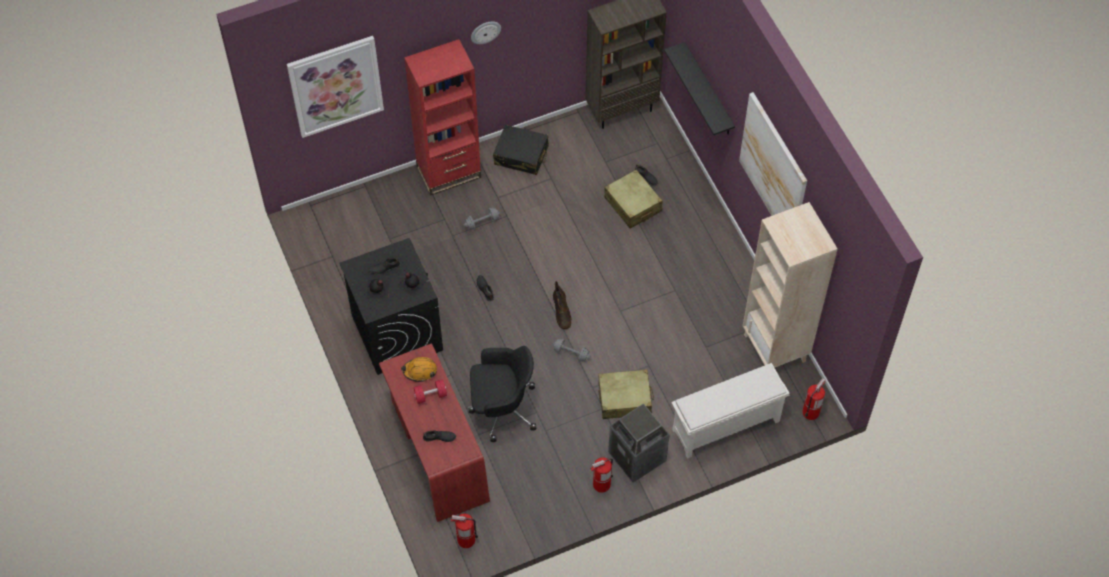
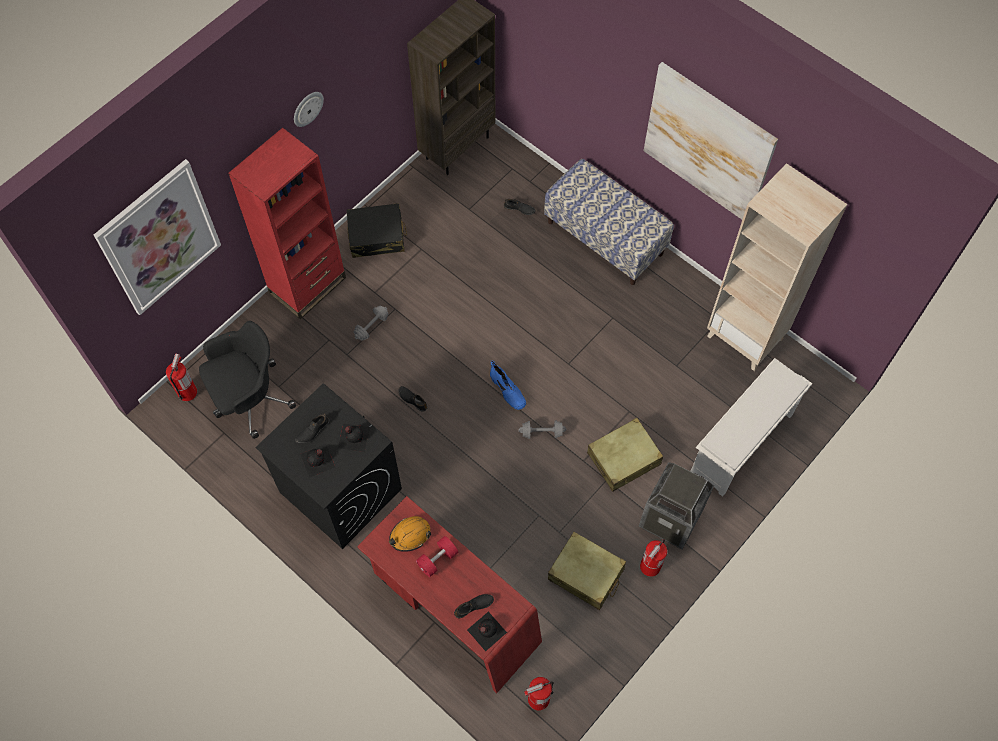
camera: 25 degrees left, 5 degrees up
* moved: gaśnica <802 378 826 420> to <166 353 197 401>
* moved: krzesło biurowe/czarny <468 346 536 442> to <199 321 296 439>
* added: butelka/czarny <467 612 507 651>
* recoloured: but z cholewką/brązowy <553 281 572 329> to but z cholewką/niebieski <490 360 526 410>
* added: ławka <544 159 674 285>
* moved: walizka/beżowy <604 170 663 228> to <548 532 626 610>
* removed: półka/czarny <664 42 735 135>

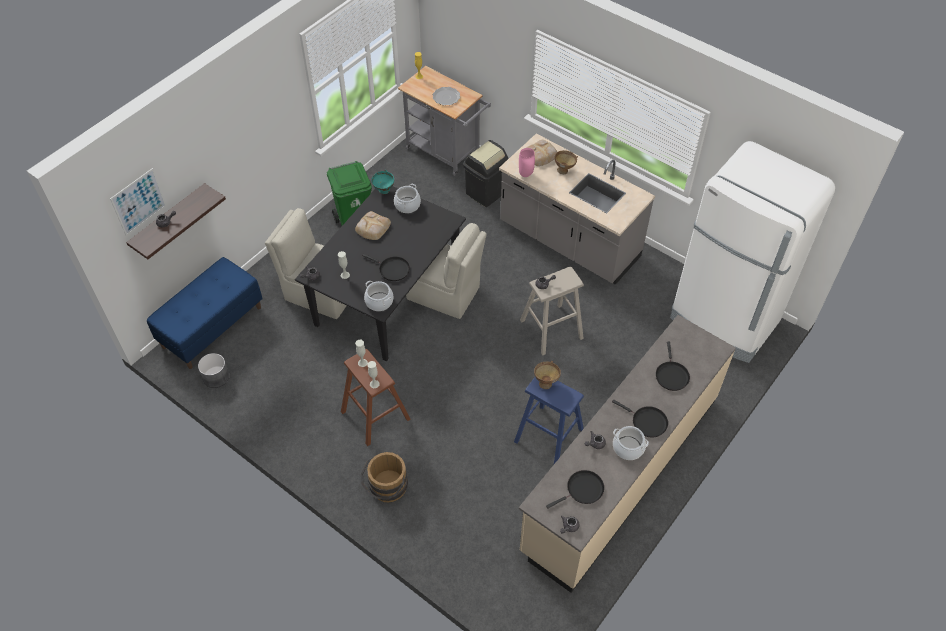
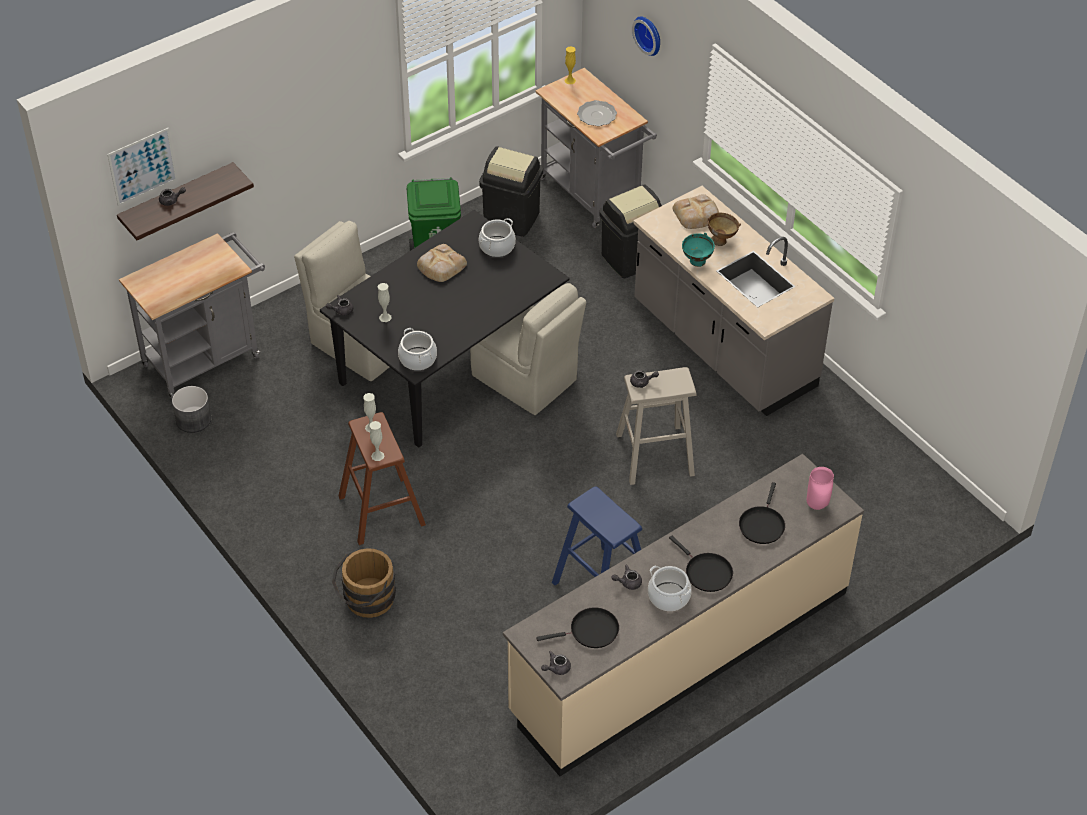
camera: 15 degrees right, 5 degrees down
* replaced: ławka/niebieski <147 257 263 369> to wózek/szary <119 232 265 399>
* added: kosz na śmieci/czarny <479 146 543 237>
* added: zegar ścienny <632 16 660 56>
* moved: miska/turkusowy <371 170 394 194> to <682 233 715 267>
* moved: wazon/różowy <519 148 535 177> to <807 467 834 510>
* removed: patelnia/czarny <362 254 410 281>
* removed: miska/brązowy <534 361 561 389>
* removed: lodówka/biały <670 141 835 363>

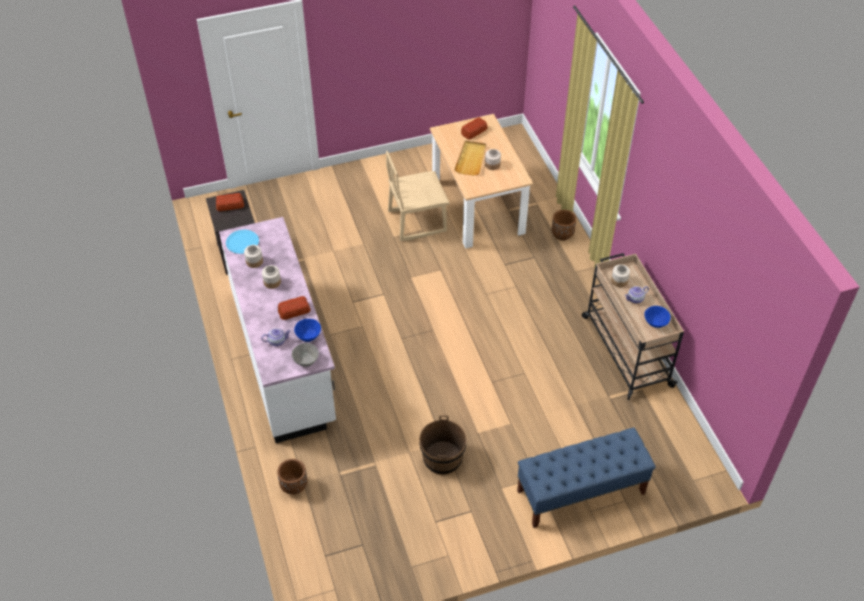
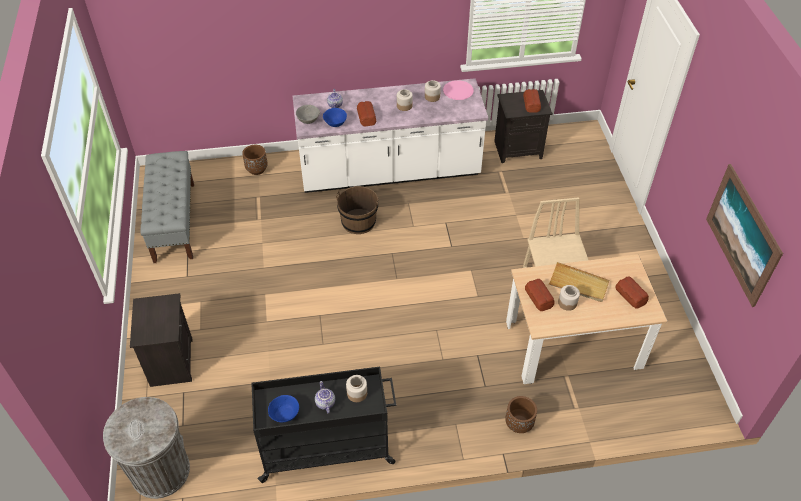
camera: 100 degrees right, 0 degrees up
* added: kosz na śmieci/szary <103 397 190 499>
* replaced: ławka/niebieski <517 427 656 528> to szafka nocna/czarny <130 293 193 387>
* added: ławka/szary <140 151 194 263>
* recoloured: wózek/beżowy <581 253 684 400> to wózek/czarny <251 367 396 483>
* moved: wiadro/brązowy <419 415 467 475> to <336 186 379 234>
* recoloured: talerz/niebieski <226 230 259 254> to talerz/różowy <443 80 474 100>
* added: chleb <525 279 555 311>
* added: obraz <706 164 783 307>

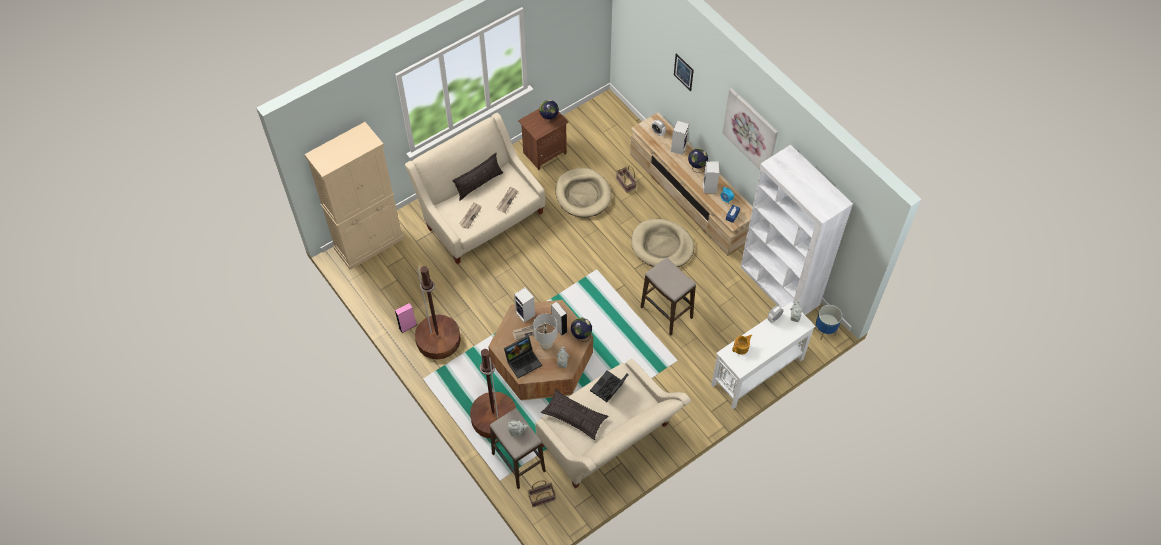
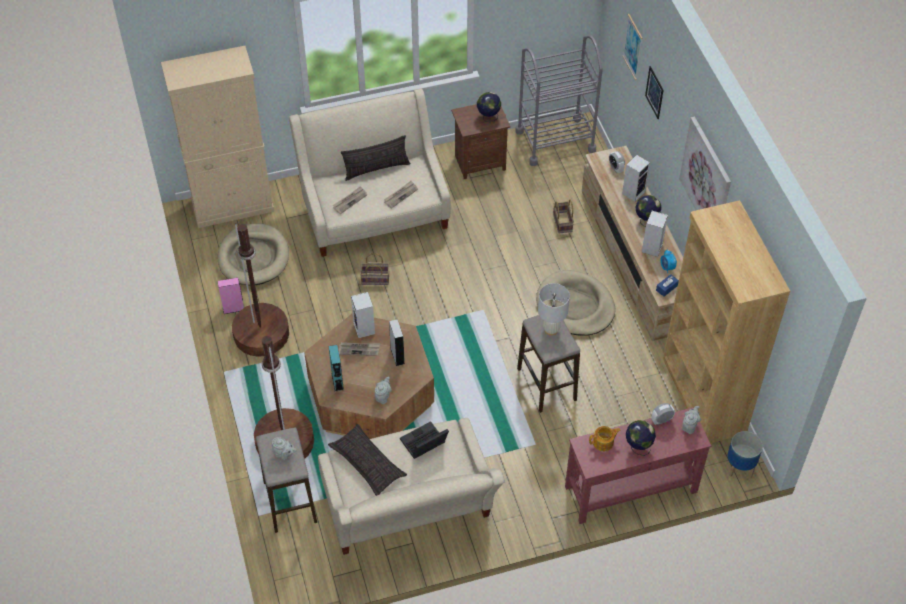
camera: 20 degrees right, 5 degrees down
* moved: legowisko/beżowy <555 168 612 217> to <218 223 289 285>
* replaced: laptop <504 336 542 378> to głośnik/turkusowy <328 345 344 391>
* moved: koszyk <528 480 556 507> to <360 253 389 285>
* added: wózek/szary <516 35 603 166>
* moved: lampa stołowa/biały <533 314 558 351> to <538 283 570 336>
* recoloured: stolik konsolowy/biały <711 302 815 409> to stolik konsolowy/czerwony <565 407 711 524>
* added: obraz <622 14 642 80>
* moved: globus <571 317 592 342> to <626 420 656 456>
* recoloured: regał/biały <740 145 853 315> to regał/brązowy <663 200 790 443>

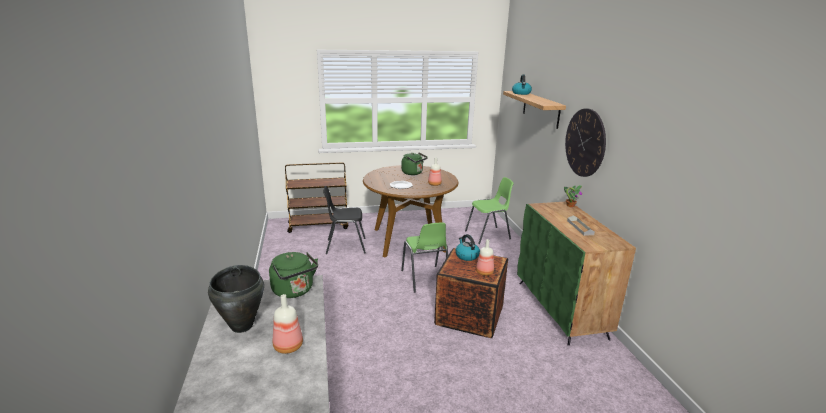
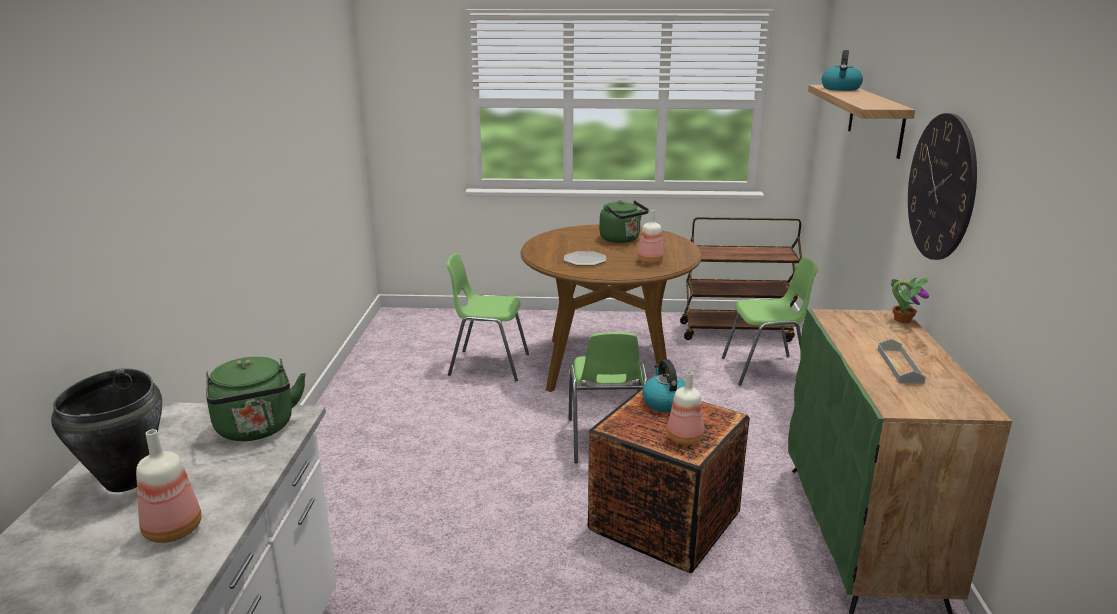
camera: 15 degrees right, 0 degrees up
* recoloured: krzesło/czarny <323 186 366 254> to krzesło/zielony <446 253 529 381>
* moved: wózek/brązowy <285 162 348 233> to <680 217 802 342>

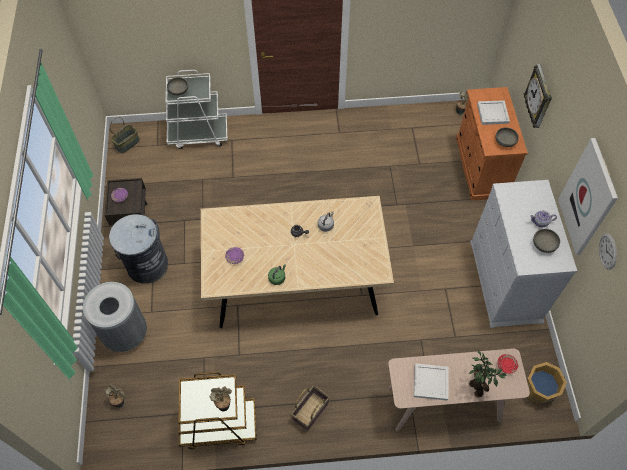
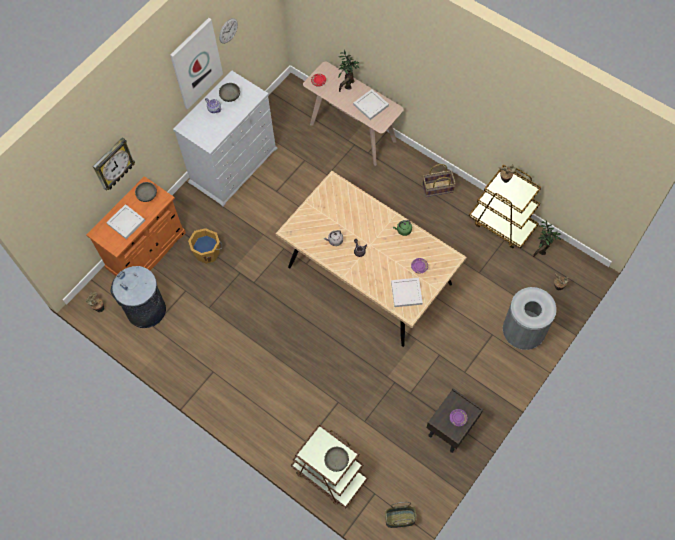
camera: 135 degrees left, 5 degrees up
* moved: kosz na śmieci/szary <109 214 168 284> to <110 266 166 328>
* moved: wiadro/pomarańczowy <527 362 567 404> to <188 228 222 264>
* recoloured: wózek/biały <166 70 228 149> to wózek/brązowy <291 424 368 508>
* added: taca/biały <391 278 423 307>
* added: roślina doniczkowa <533 219 561 257>

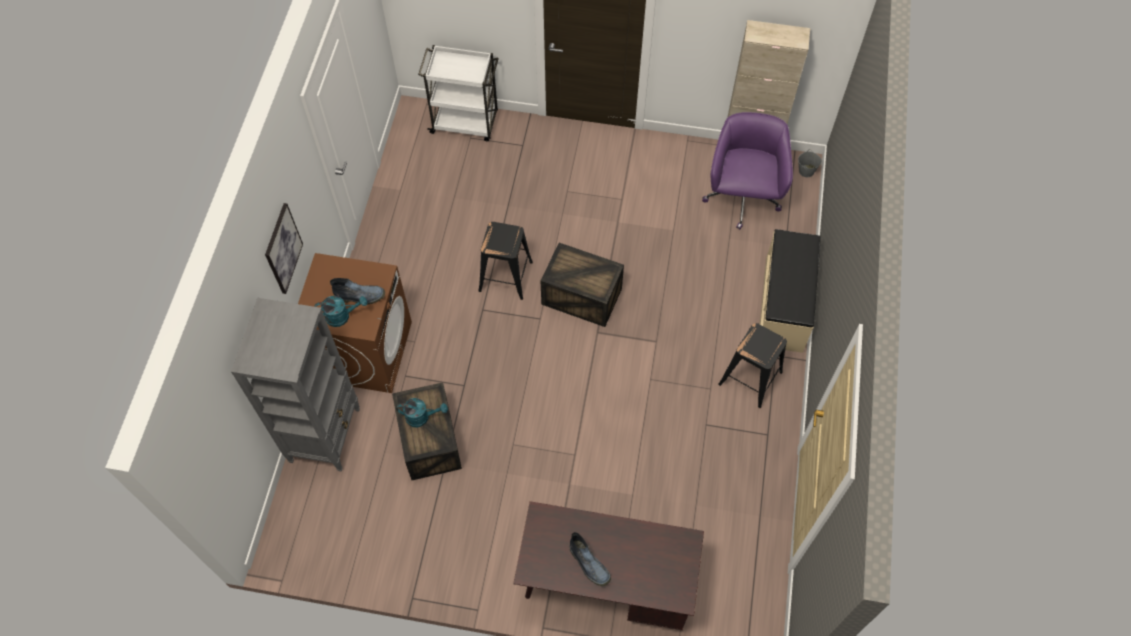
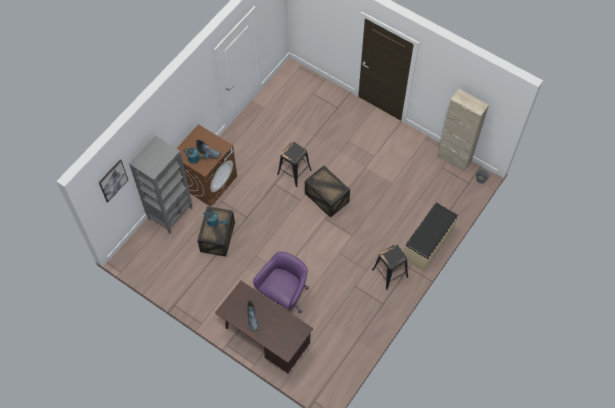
camera: 25 degrees right, 0 degrees up
* moved: obraz <265 203 303 294> to <99 160 128 202>
* moved: krzesło biurowe/fioletowy <702 112 793 230> to <253 252 309 313>
* removed: wózek/biały <418 45 499 141>

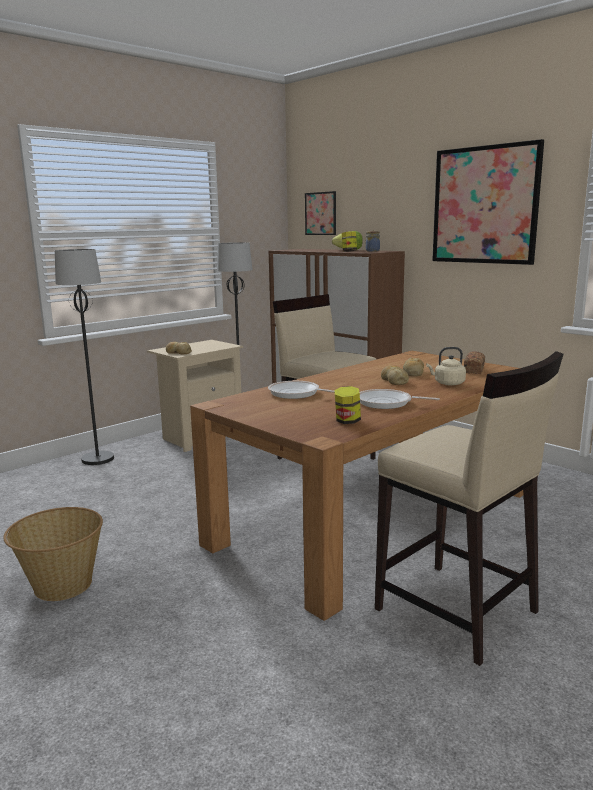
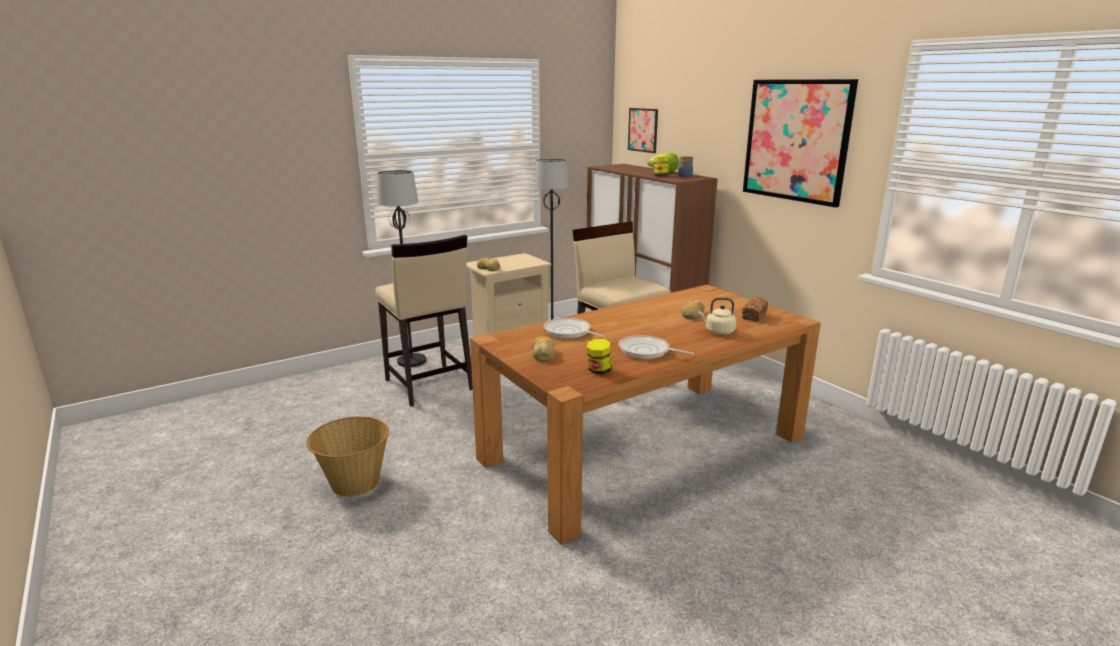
camera: 10 degrees right, 5 degrees up
* moved: stołek/beżowy <375 351 564 666> to <375 235 473 407>
* moved: chleb <381 366 409 385> to <532 336 555 361>

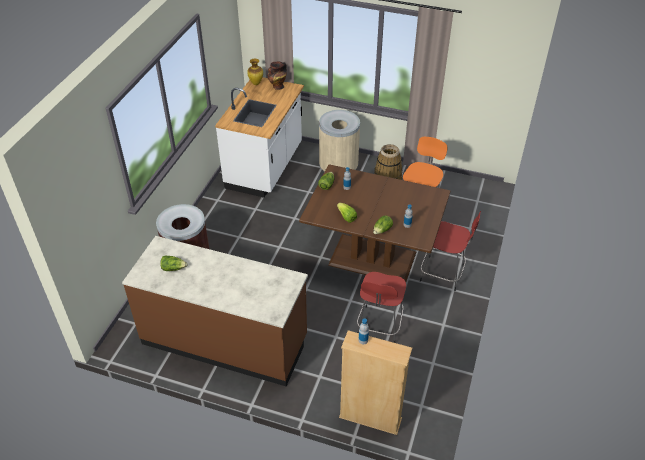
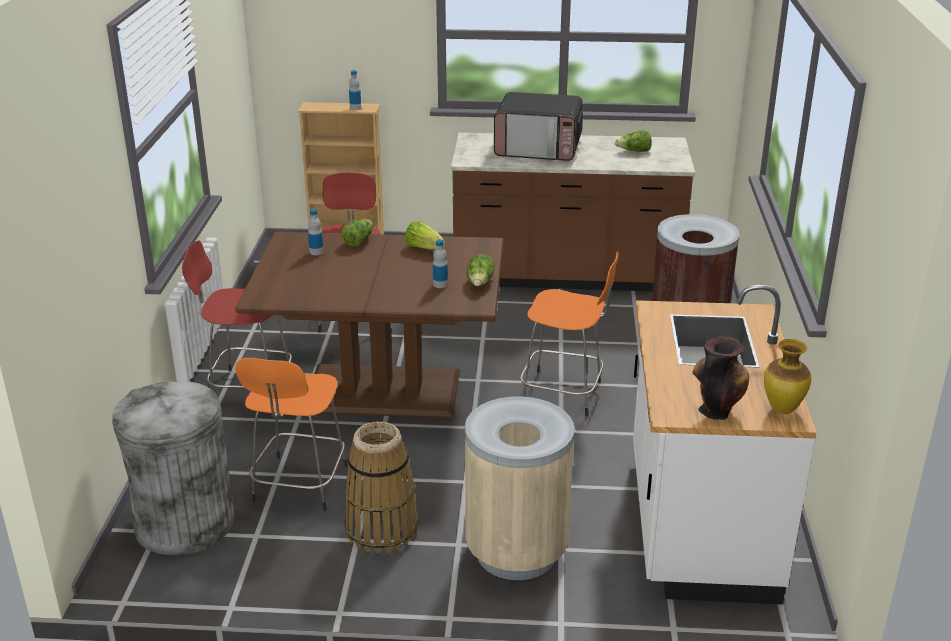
camera: 165 degrees right, 15 degrees down
* added: kosz na śmieci/szary <112 381 235 555>
* added: mikrofalówka <494 92 583 161>
* added: stołek/pomarańczowy <520 252 619 416>

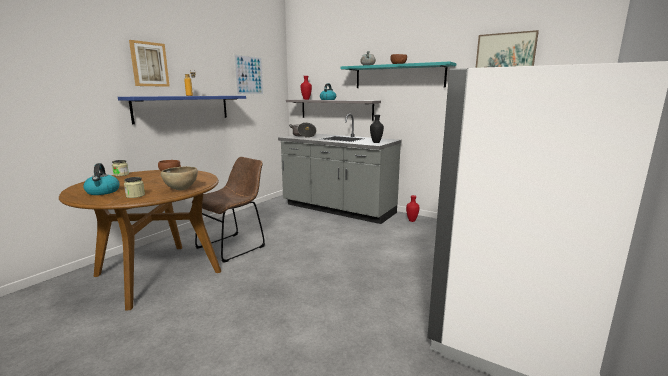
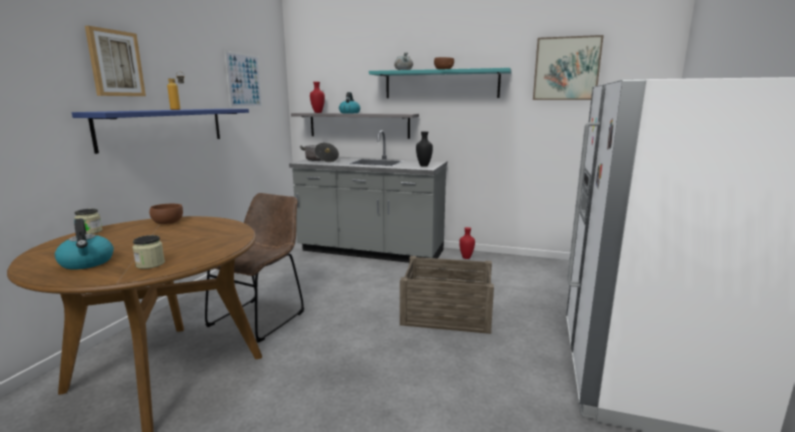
camera: 15 degrees left, 0 degrees up
* added: skrzynka <400 256 494 334>
* removed: miska/brązowy <161 166 198 190>

